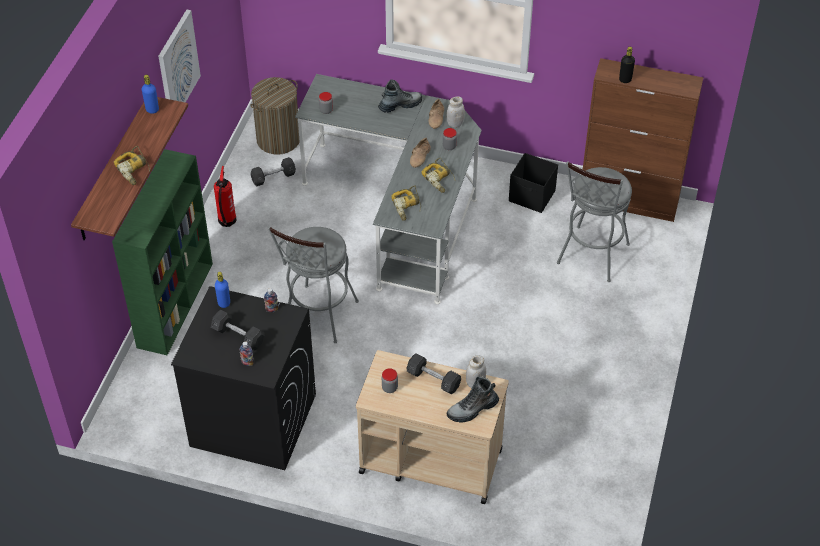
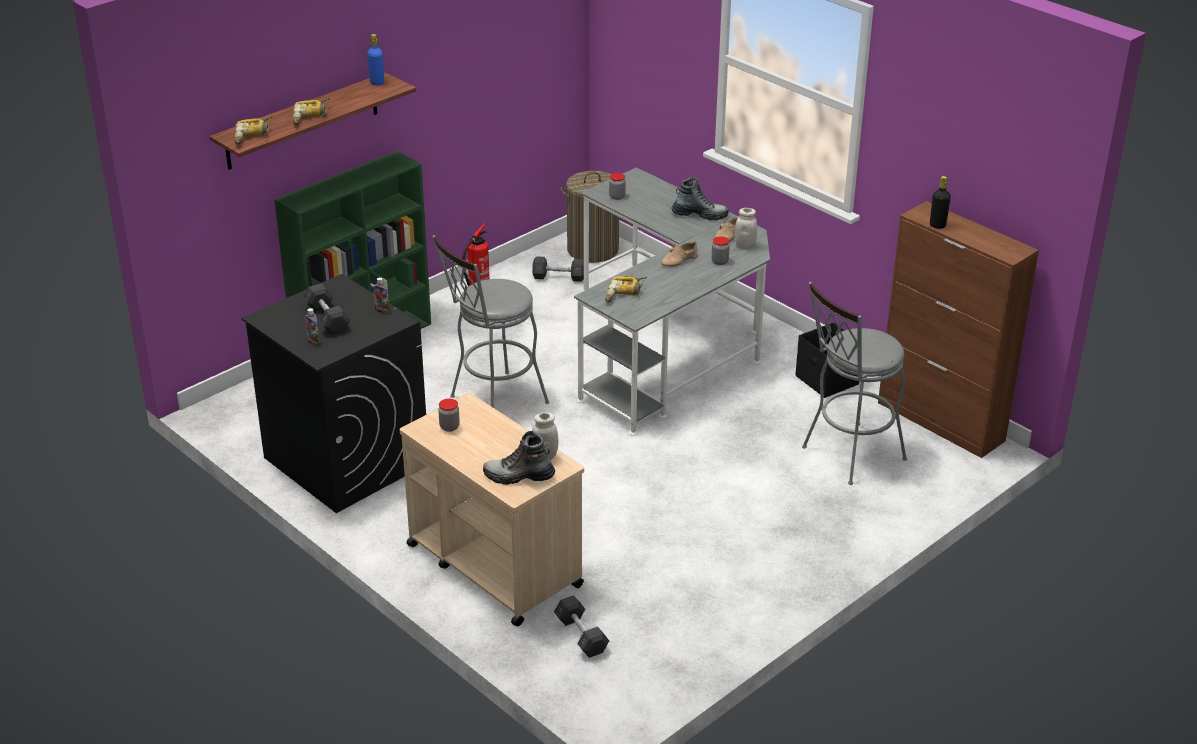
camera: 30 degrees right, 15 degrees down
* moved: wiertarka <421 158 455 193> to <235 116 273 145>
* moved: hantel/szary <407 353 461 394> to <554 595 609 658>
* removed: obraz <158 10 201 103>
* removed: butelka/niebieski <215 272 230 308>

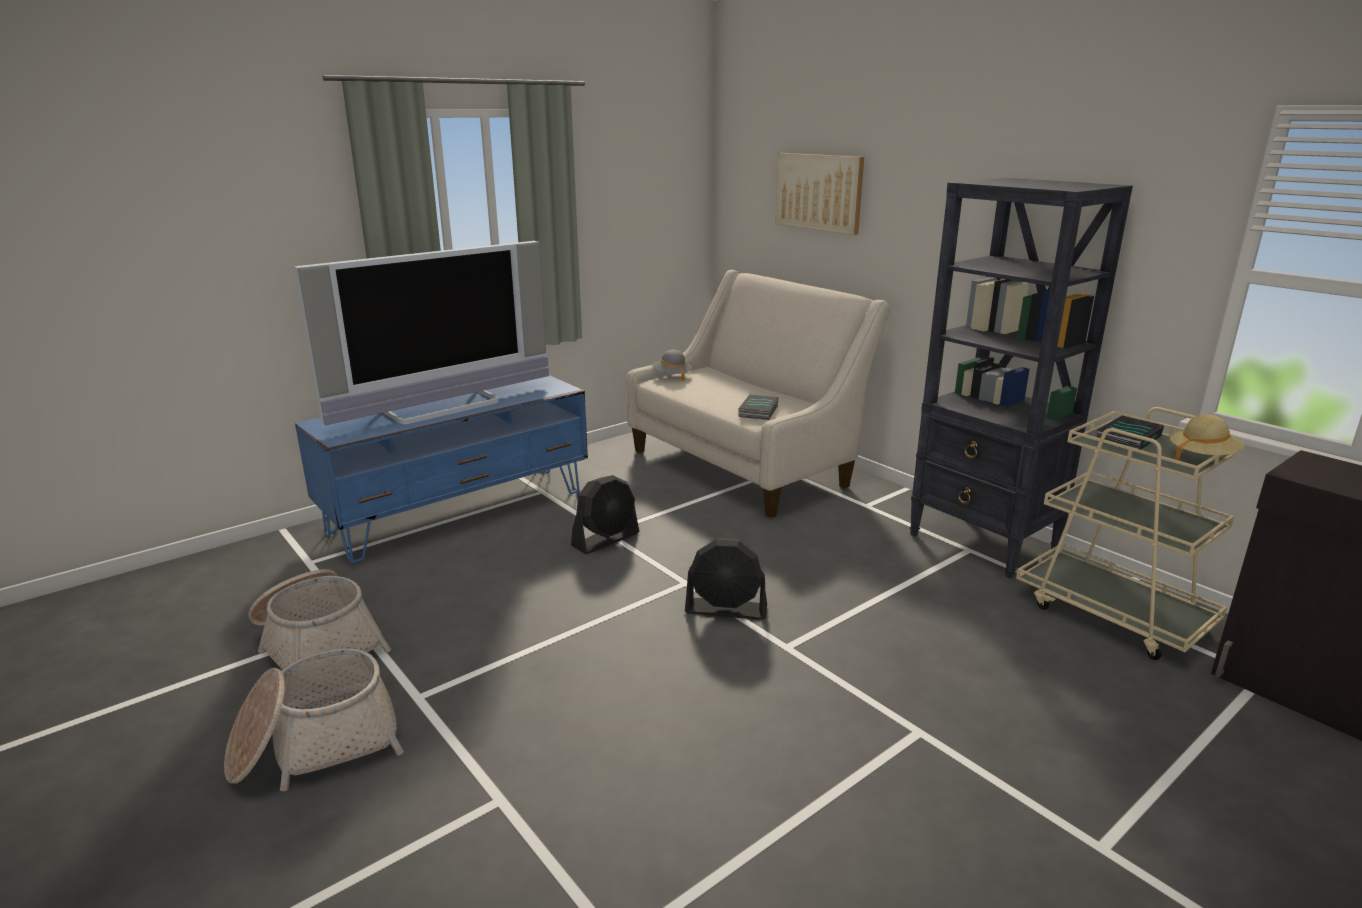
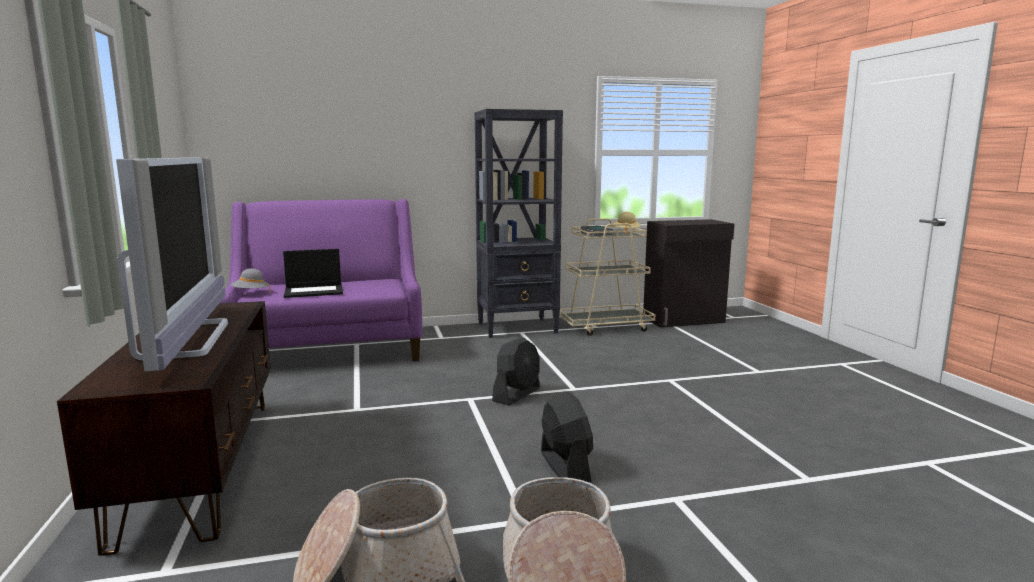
camera: 65 degrees left, 10 degrees down
* recoloured: szafka pod telewizor/niebieski <295 375 588 563> to szafka pod telewizor/brązowy <57 301 271 556>
* recoloured: kanapa/beżowy <626 270 890 518> to kanapa/fioletowy <220 199 422 361>
* added: laptop <283 249 343 298>
* moved: wentylator/czarny <571 475 639 554> to <541 392 593 482>
* removed: książka <738 394 779 420>
* removed: obraz <776 153 864 235>

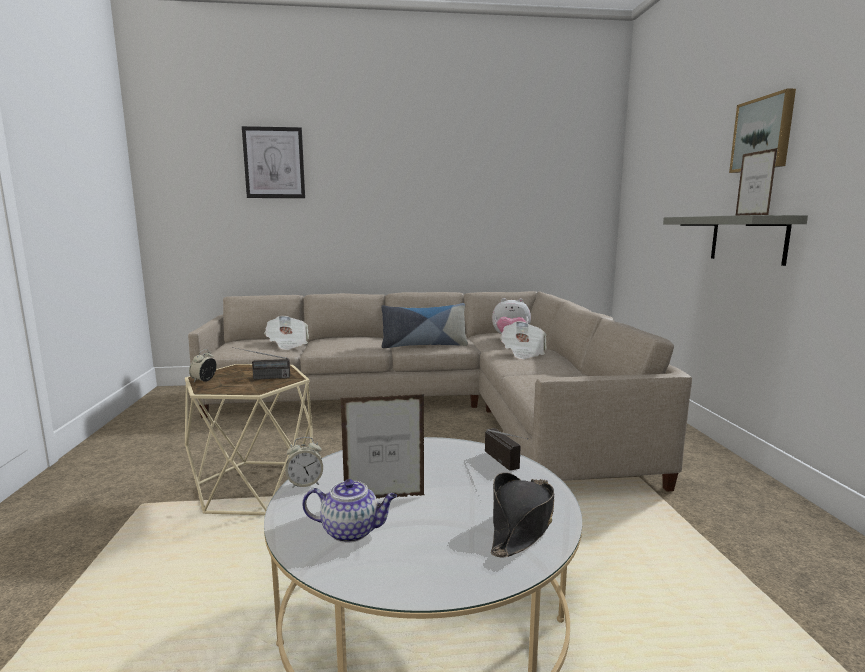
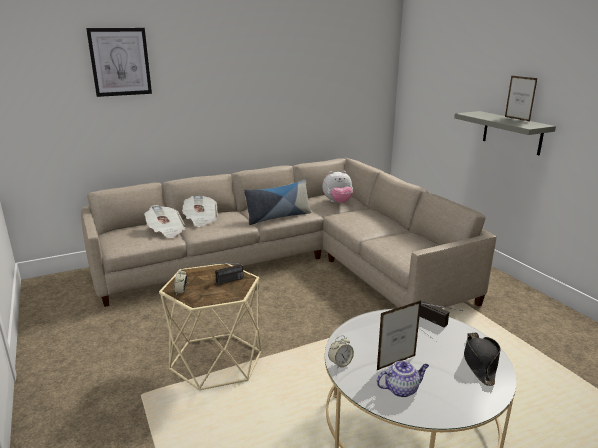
camera: 20 degrees left, 10 degrees up
* moved: gazeta <500 321 546 359> to <182 196 218 227>
* removed: obraz <729 88 796 173>

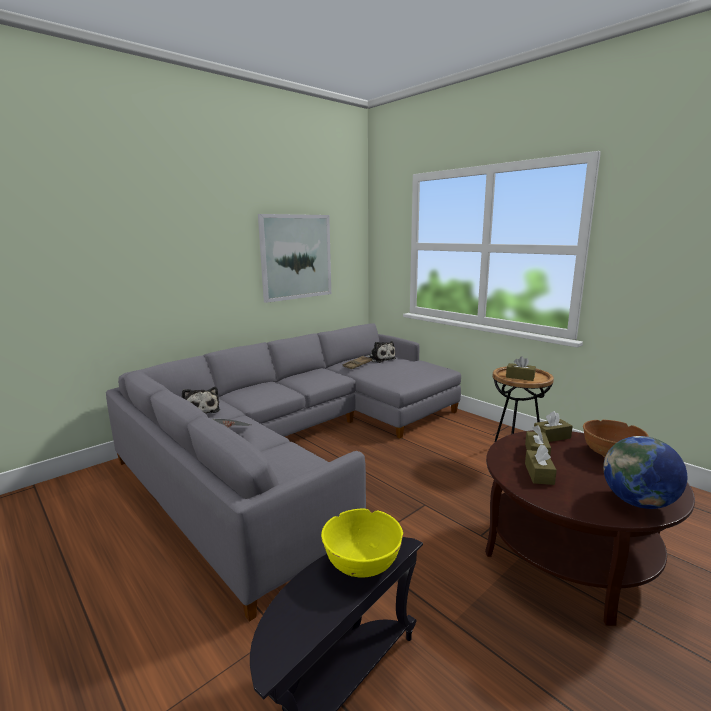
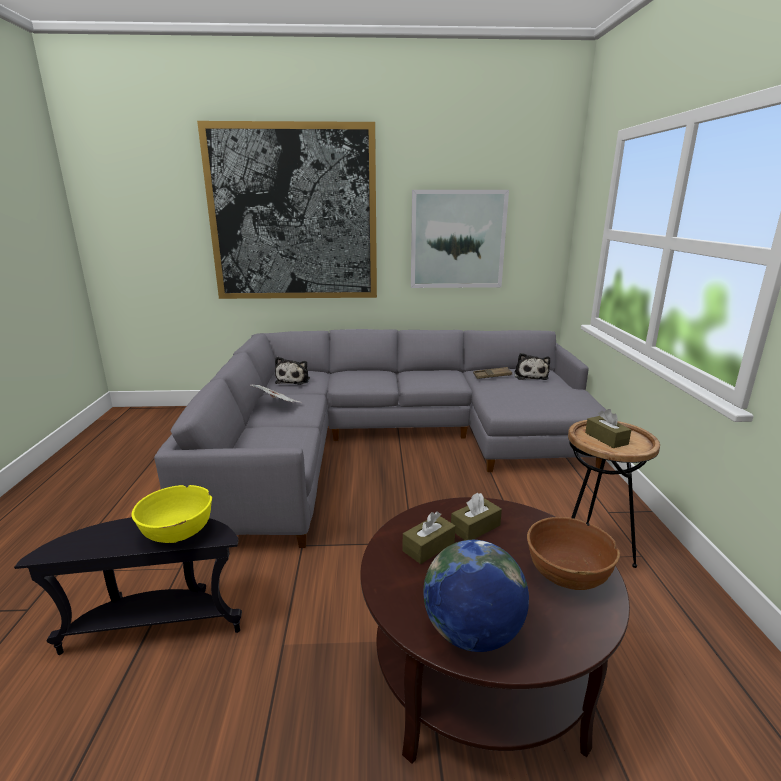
camera: 40 degrees right, 5 degrees up
* added: obraz <197 121 377 299>
* removed: pudełko chusteczek/brązowy <533 411 573 442>

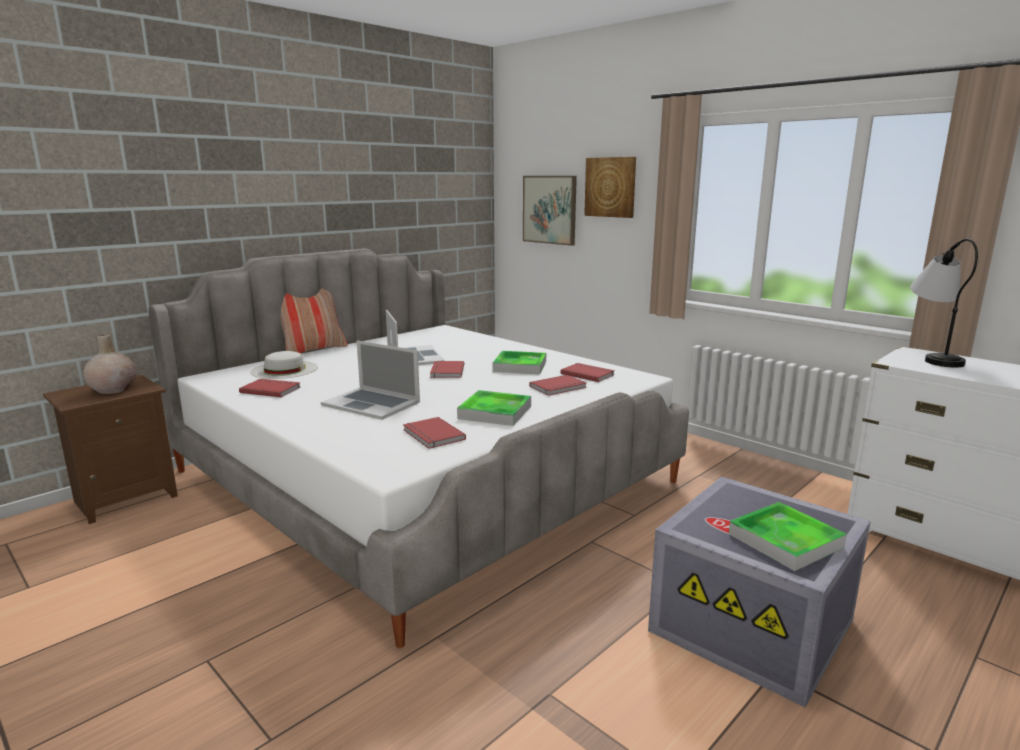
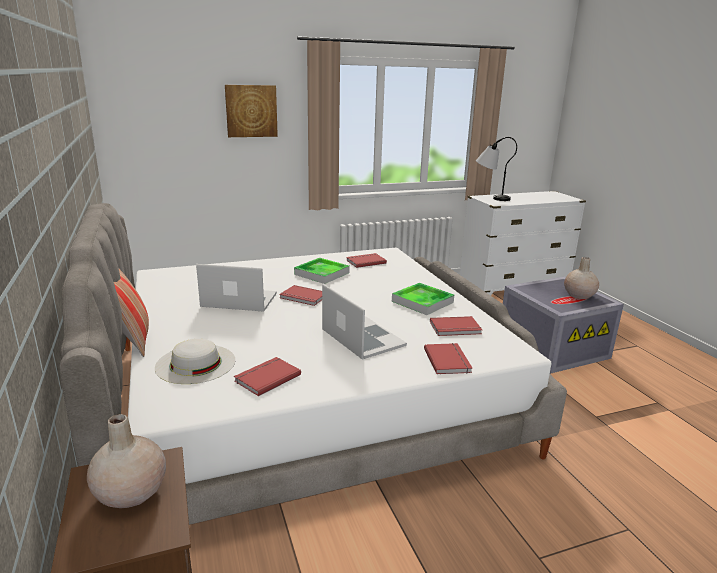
camera: 65 degrees left, 5 degrees up
* turned: laptop <321 340 420 420> = <322 284 407 359> 90 degrees counterclockwise
* moved: książka/czerwony <529 375 587 396> to <424 343 472 374>
* replaced: taca <729 502 847 571> to wazon/beżowy <564 257 599 299>
* removed: obraz <523 176 577 246>

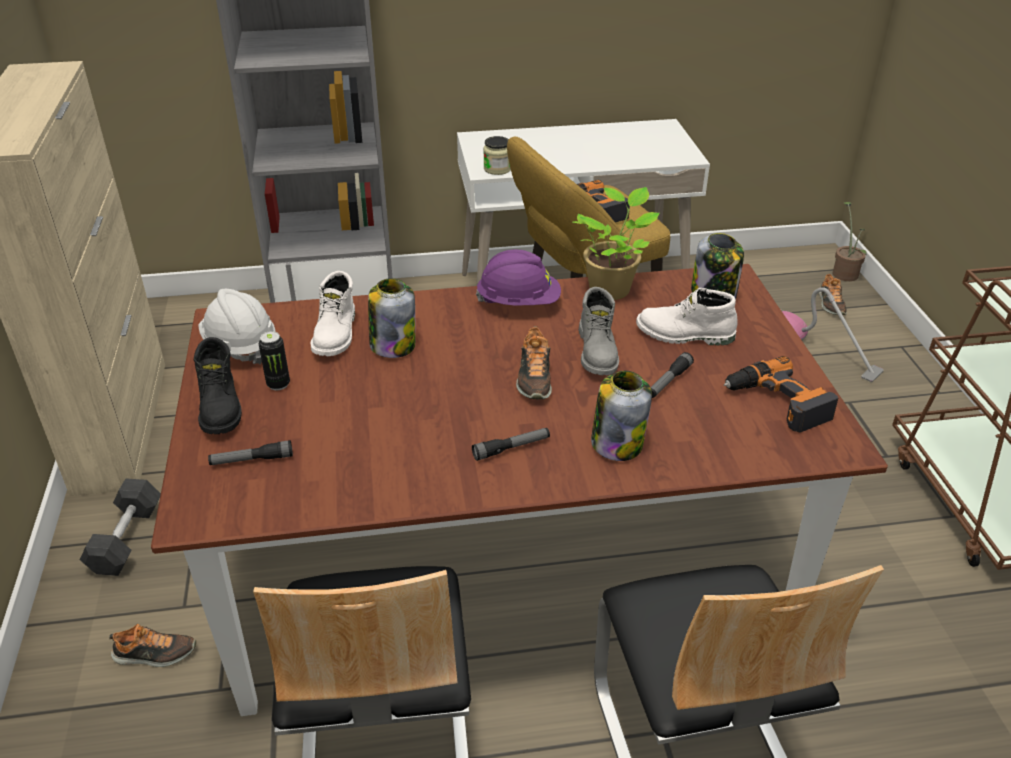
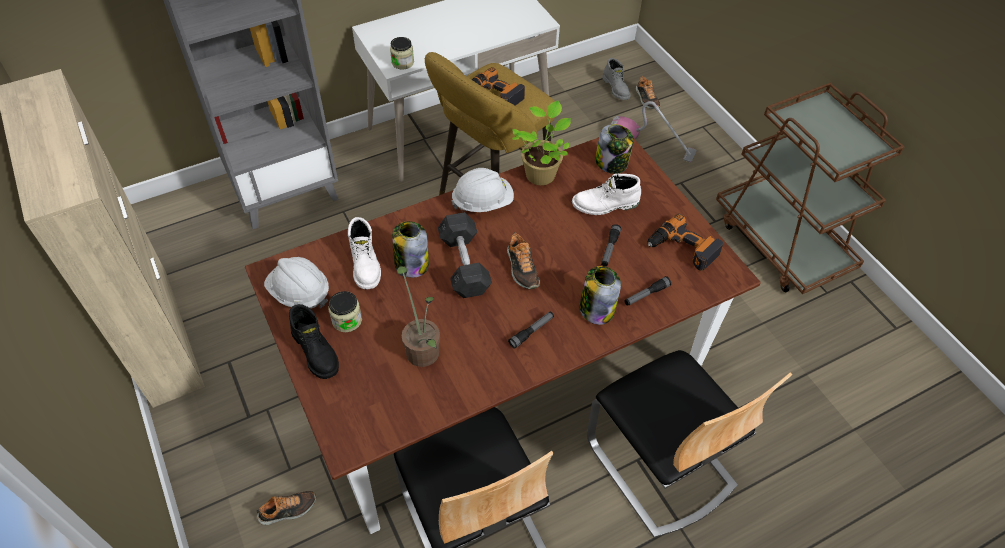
camera: 20 degrees left, 15 degrees up
* replaced: puszka <259 331 290 390> to słoik <328 291 362 332>
* moved: roślina doniczkowa <832 202 867 281> to <397 266 440 367>
* moved: hantel/szary <80 478 161 576> to <438 212 492 298>
* recoloured: kask/fioletowy <476 250 561 306> to kask/biały <451 168 514 212>
* moved: but z cholewką/szary <579 287 619 375> to <602 58 631 100>
* moved: latarka <208 440 293 465> to <624 276 671 306>

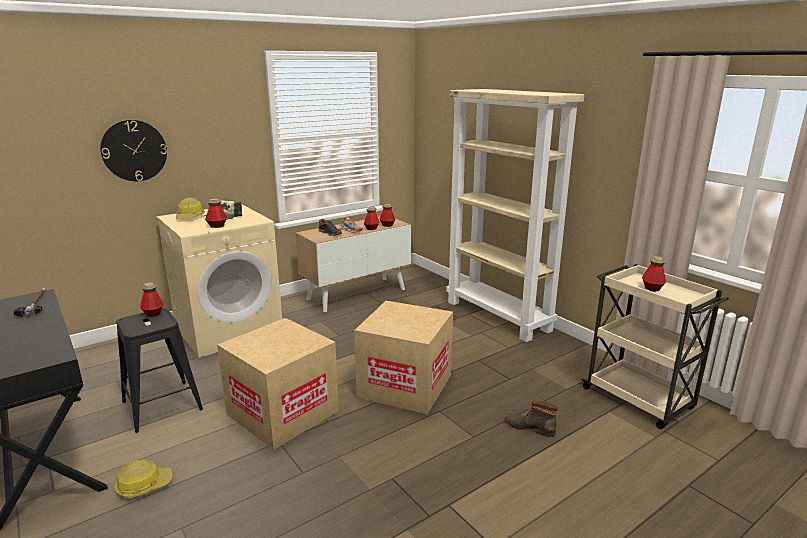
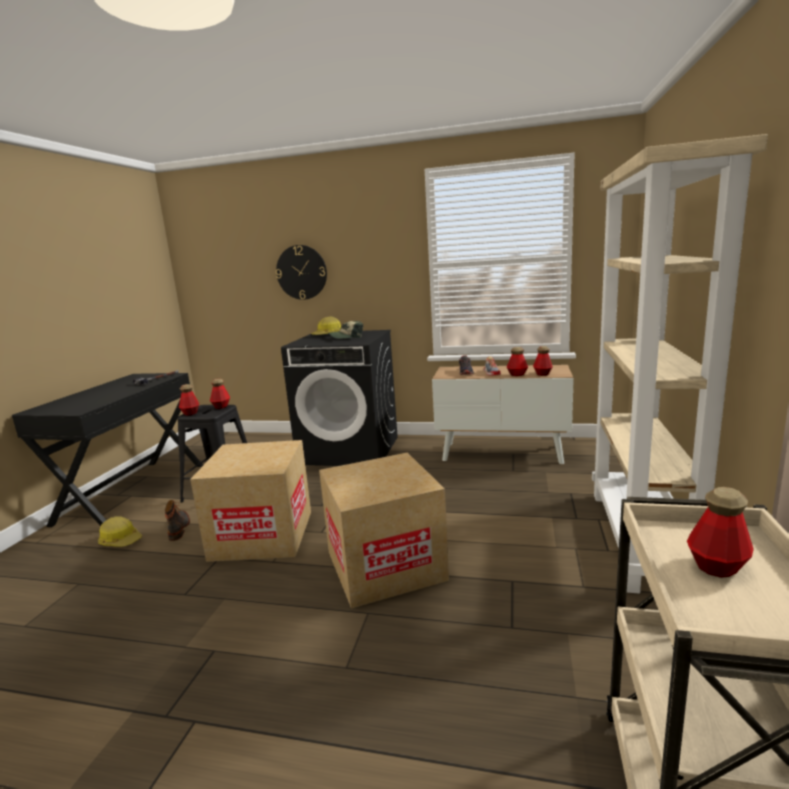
camera: 50 degrees right, 5 degrees down
* moved: but z cholewką <505 400 558 437> to <165 500 190 541>
* moved: butelka <205 199 227 228> to <179 384 199 416>
* recoloured: pralka/beżowy <157 204 282 358> to pralka/czarny <281 330 398 466>

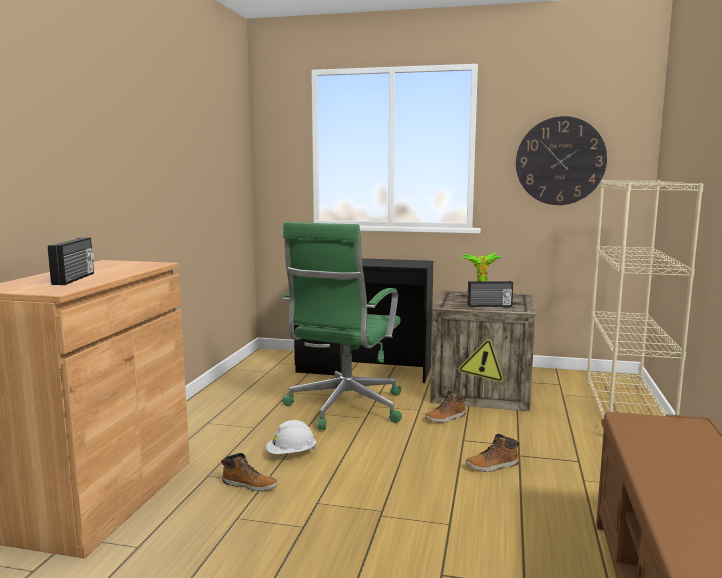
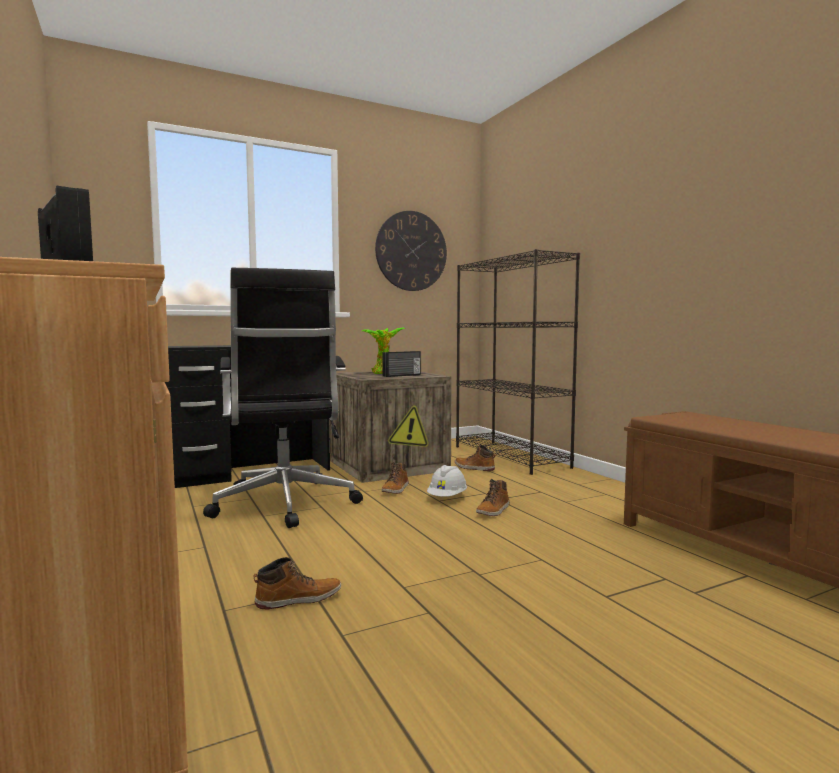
camera: 40 degrees left, 5 degrees down
* recoloured: krzesło biurowe/zielony <282 222 402 430> to krzesło biurowe/czarny <203 268 363 528>
* moved: kask/biały <266 420 316 454> to <427 465 467 497>
* added: but z cholewką <455 445 495 471>
* recoloured: regał/beżowy <586 180 704 419> to regał/czarny <456 249 580 475>

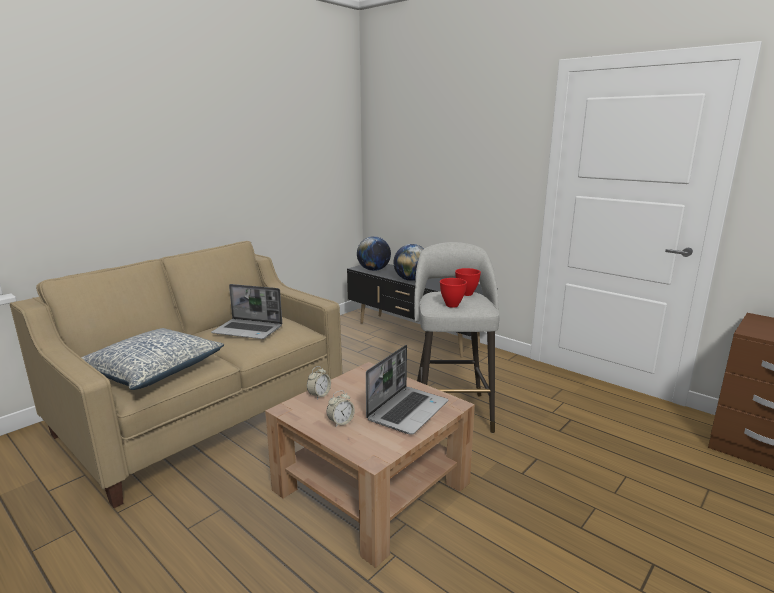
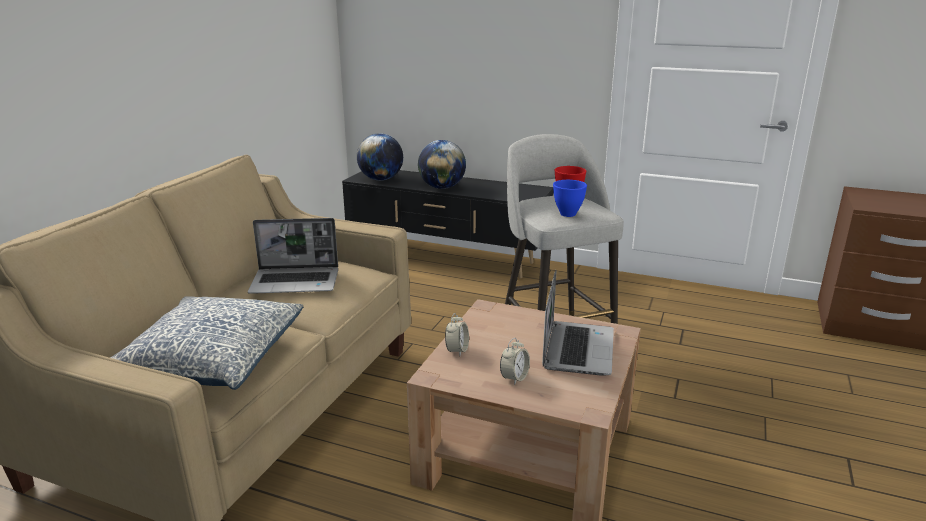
camera: 20 degrees left, 5 degrees up
* recoloured: miska/czerwony <440 278 467 308> to miska/niebieski <553 180 587 217>

